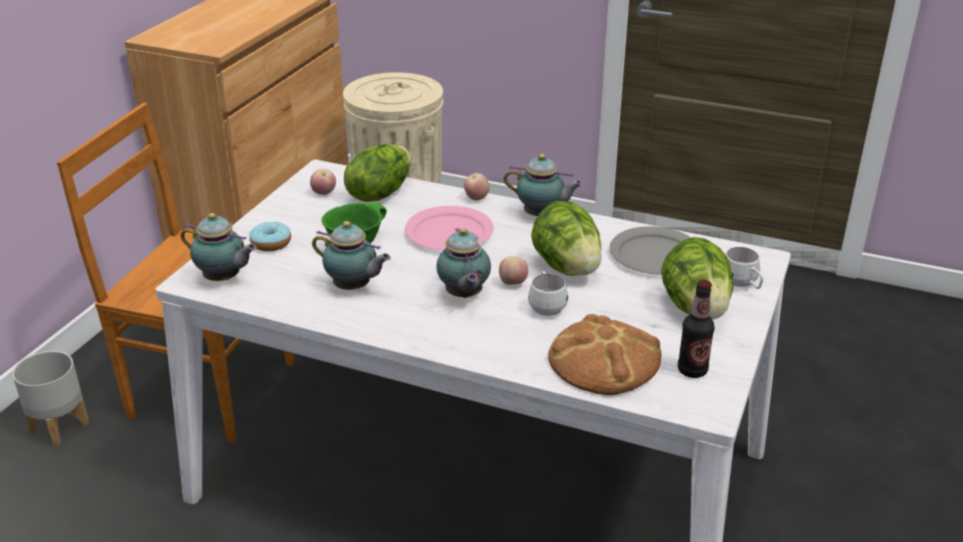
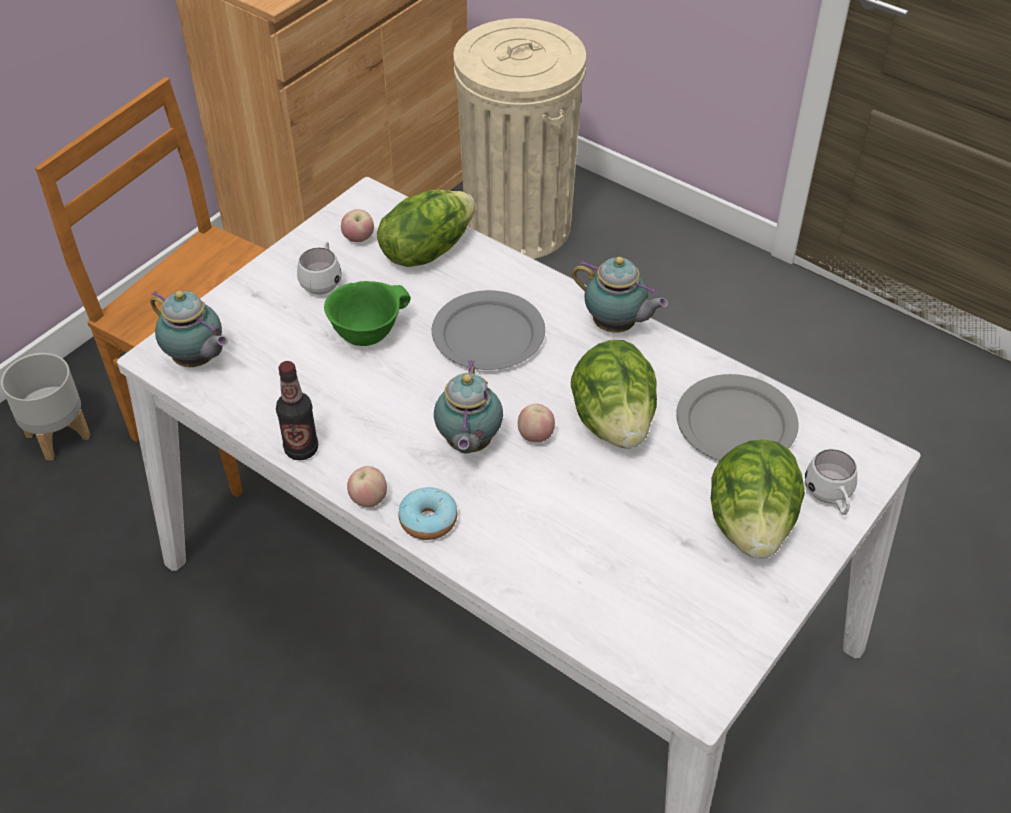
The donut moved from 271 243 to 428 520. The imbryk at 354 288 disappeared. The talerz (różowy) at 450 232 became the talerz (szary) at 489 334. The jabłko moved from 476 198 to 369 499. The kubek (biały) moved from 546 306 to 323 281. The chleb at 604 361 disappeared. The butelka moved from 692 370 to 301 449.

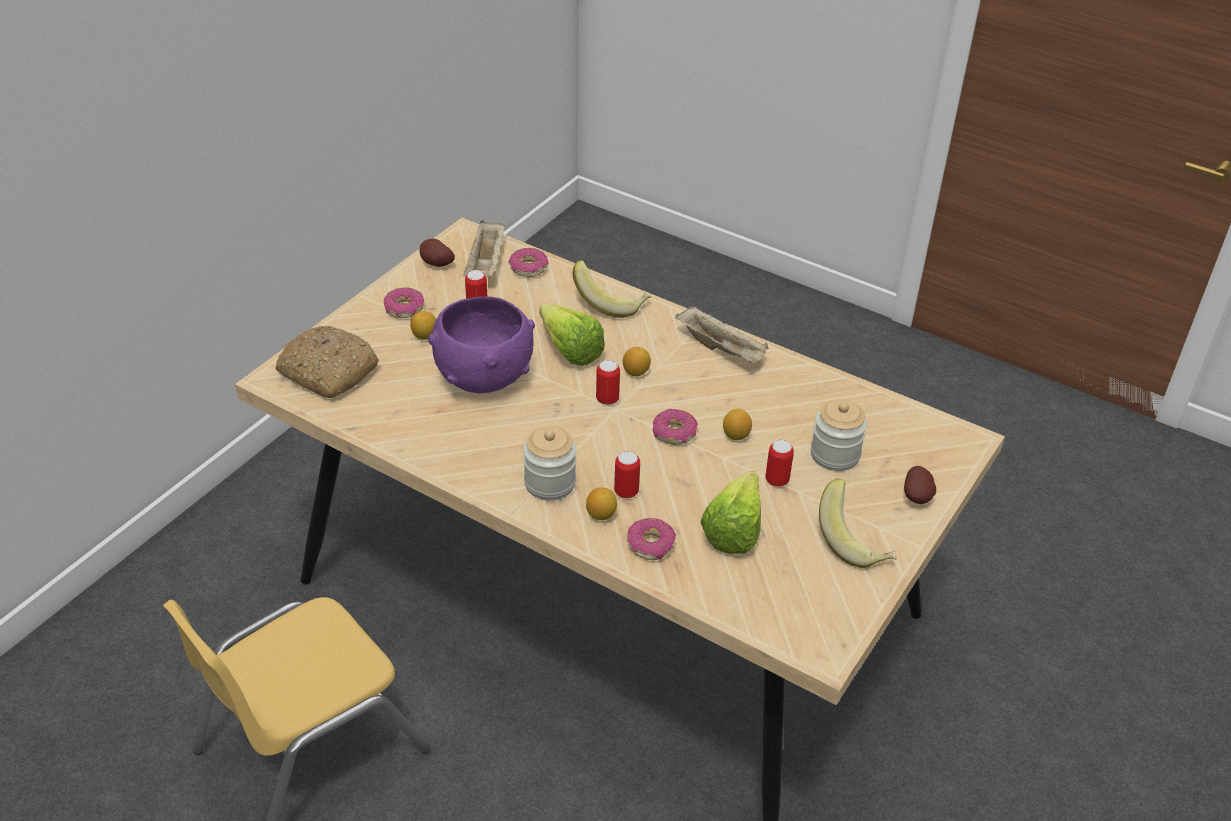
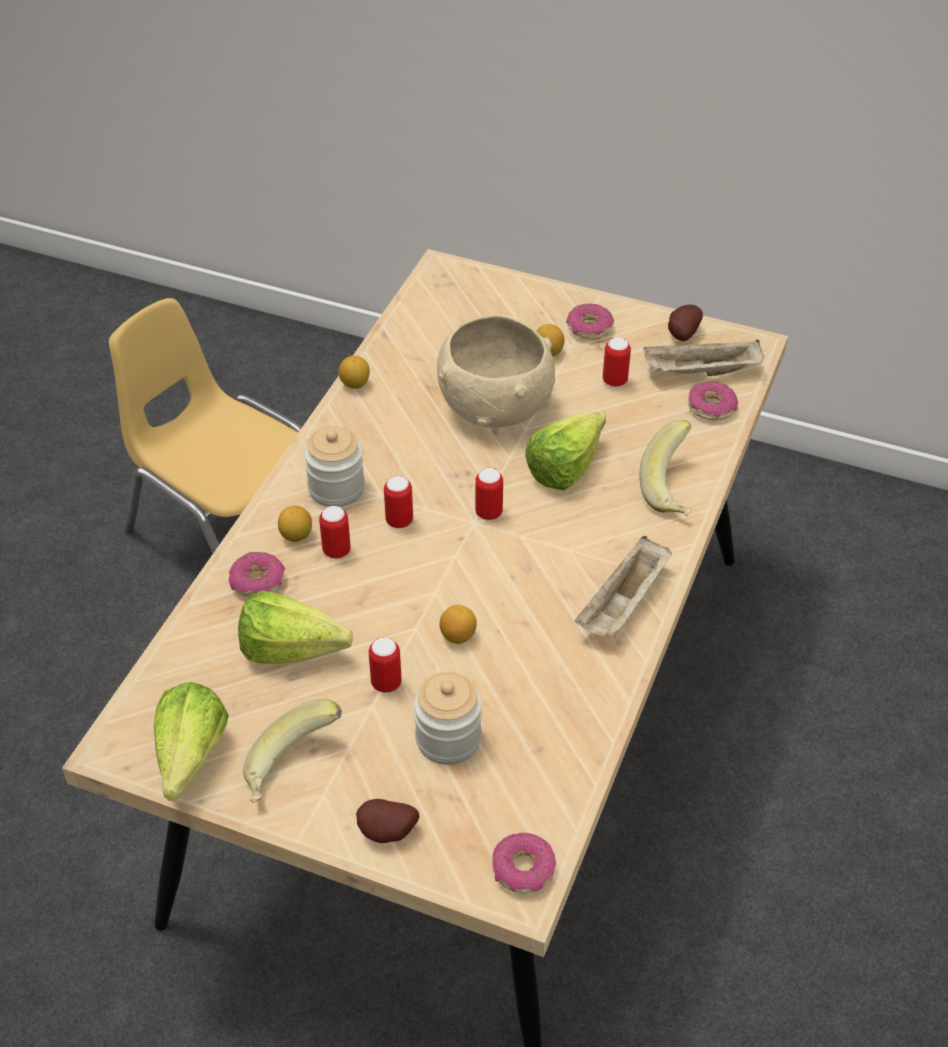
The chleb at 327 372 disappeared. The miska (fioletowy) at 484 376 became the miska (beżowy) at 495 409. The cytryna moved from 636 372 to 355 384. The donut moved from 674 433 to 523 869. The sałata at 186 766 appeared. The puszka at 399 521 appeared.

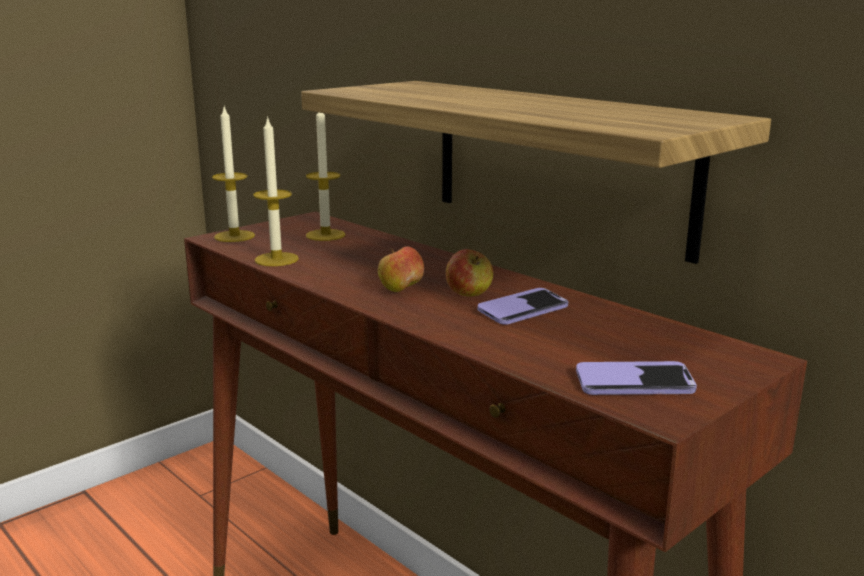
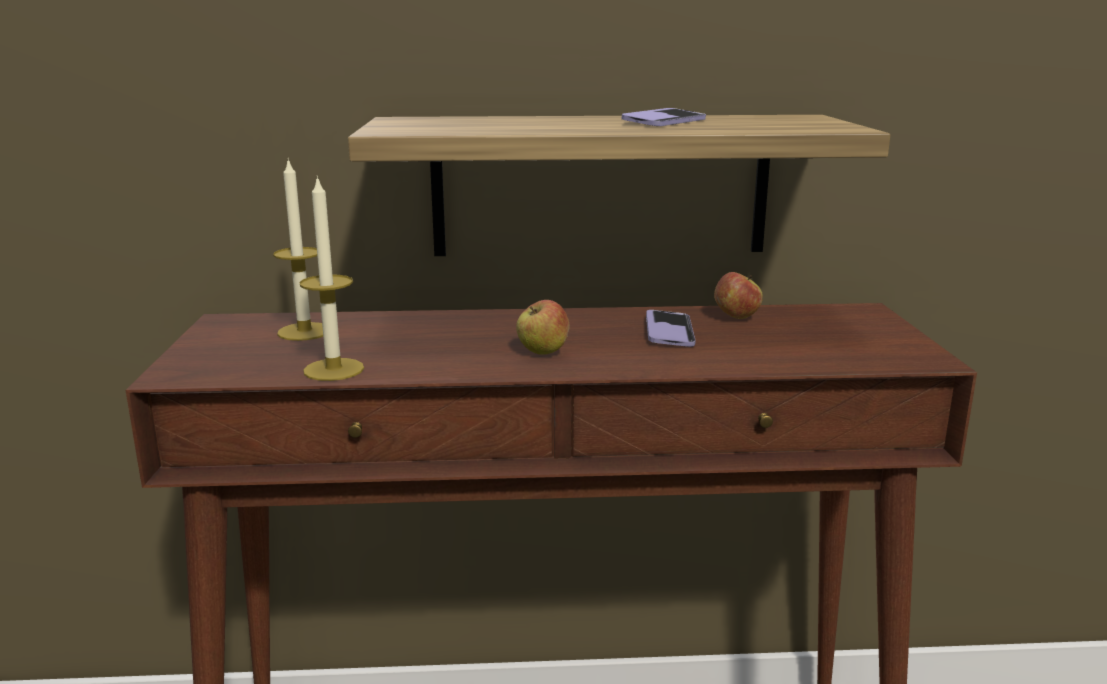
The świeca at 234 236 disappeared. The jabłko moved from 469 295 to 736 317. The telefon moved from 634 382 to 664 121.

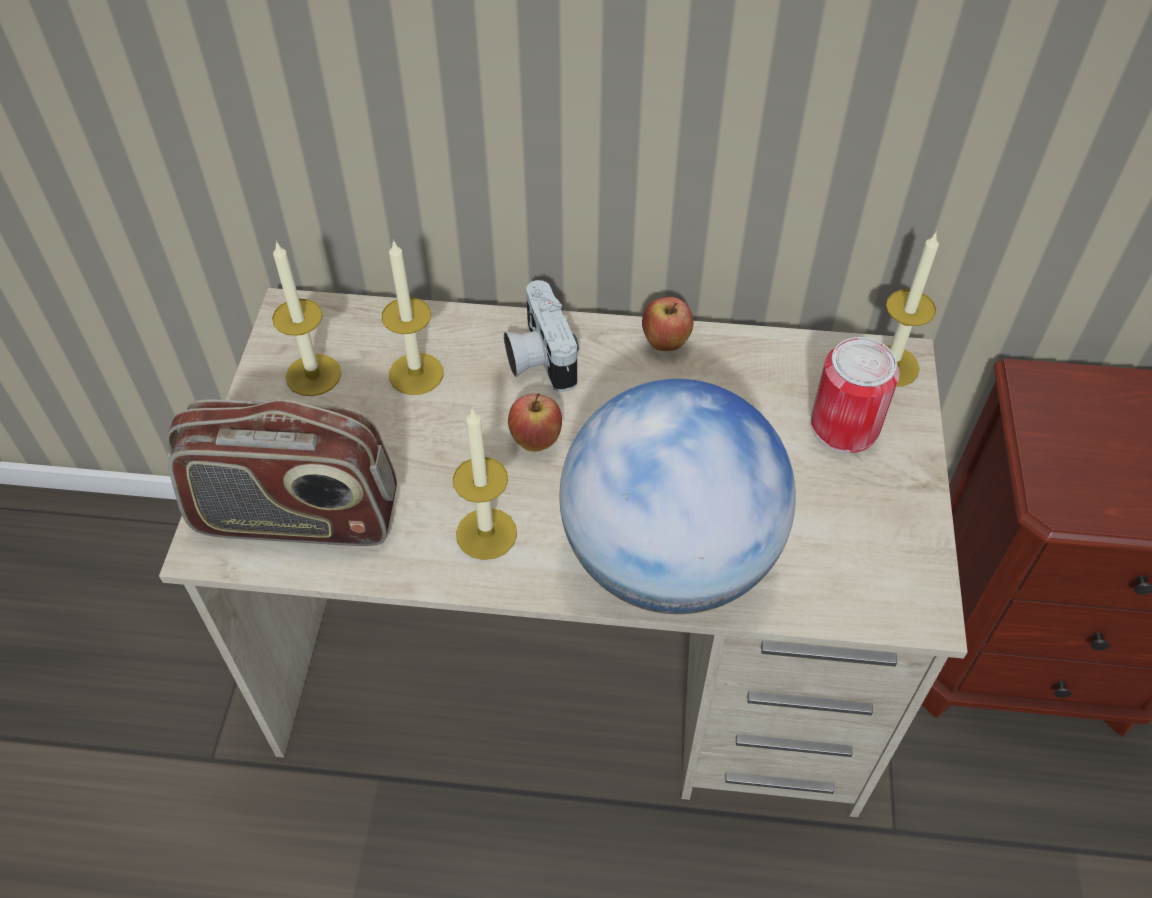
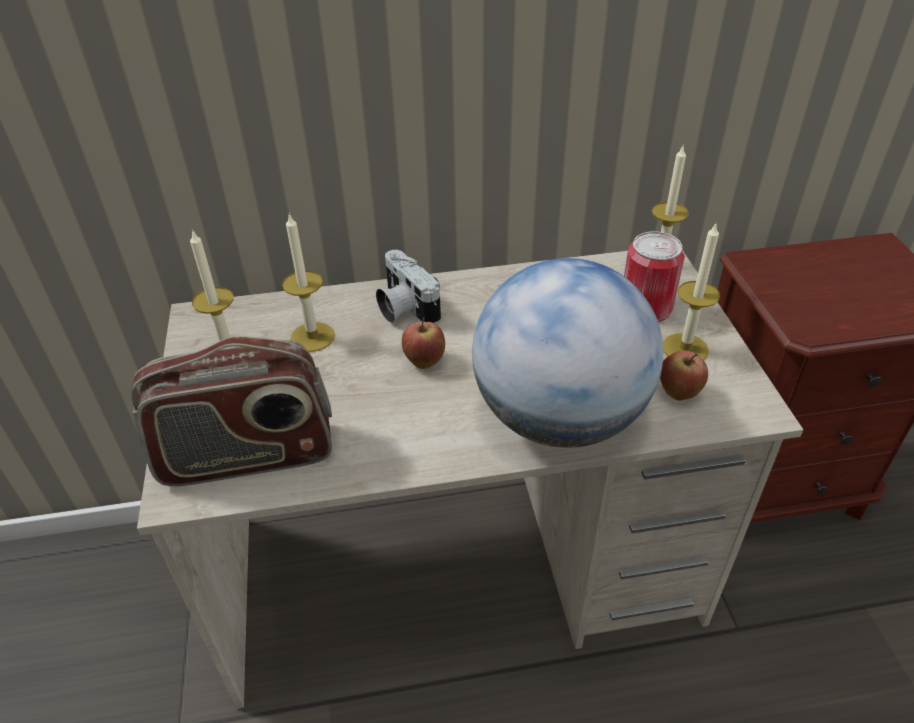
The świeca moved from 486 533 to 685 348. The jabłko moved from 665 343 to 678 393.

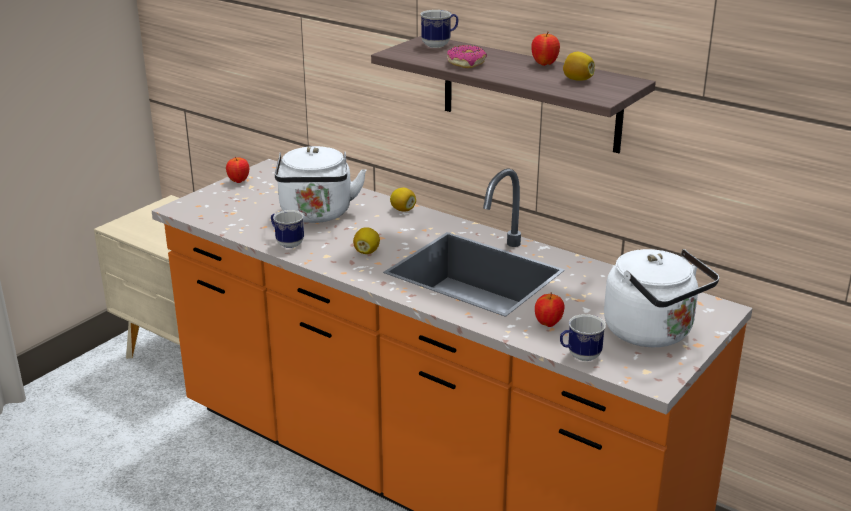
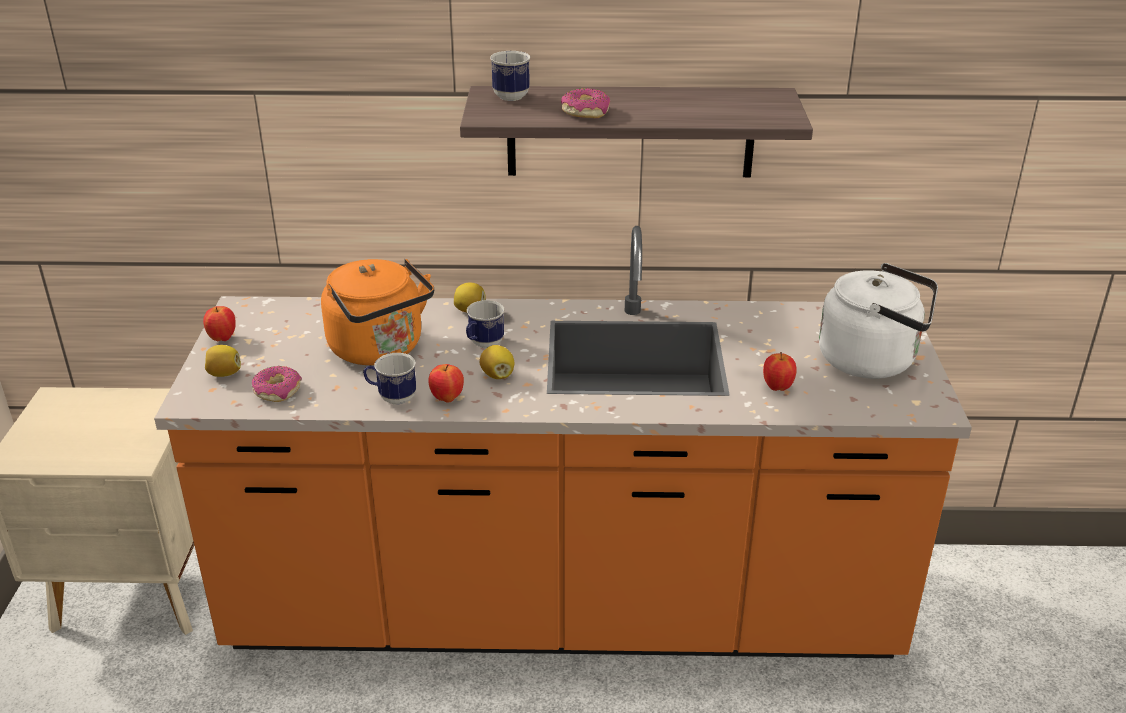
The czajnik (biały) at 316 215 became the czajnik (pomarańczowy) at 380 350. The jabłko moved from 544 64 to 447 398. The kubek moved from 579 356 to 483 345. The cytryna moved from 577 80 to 224 374. The donut at 277 390 appeared.

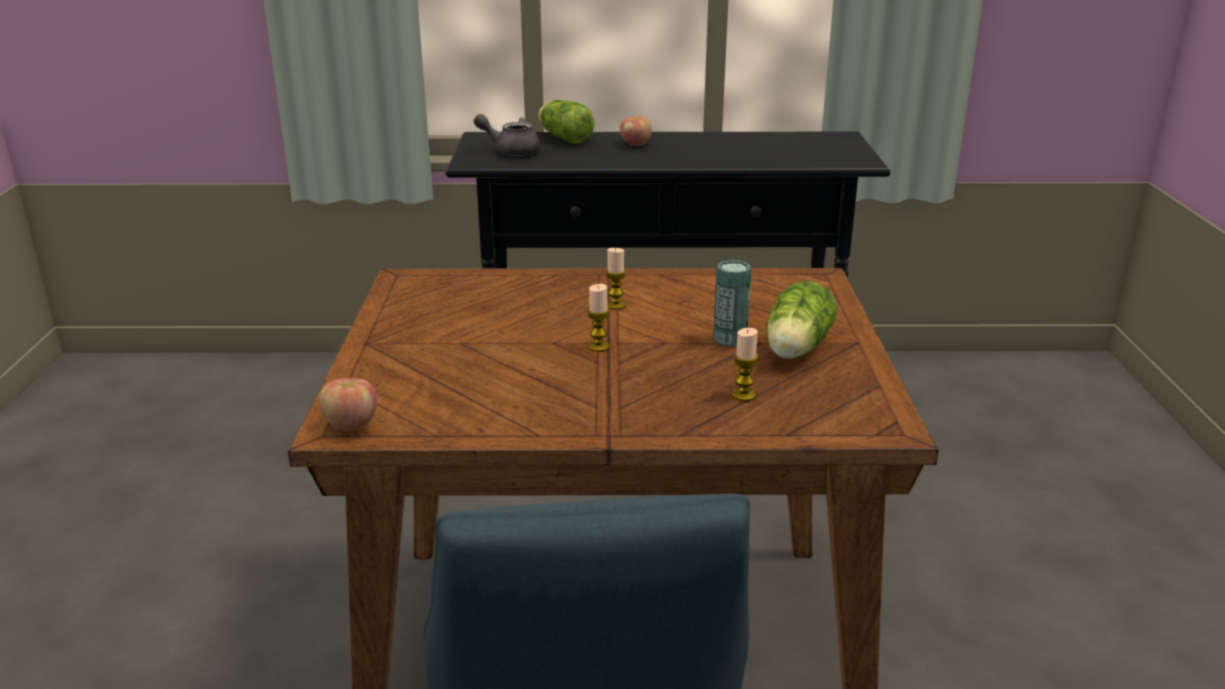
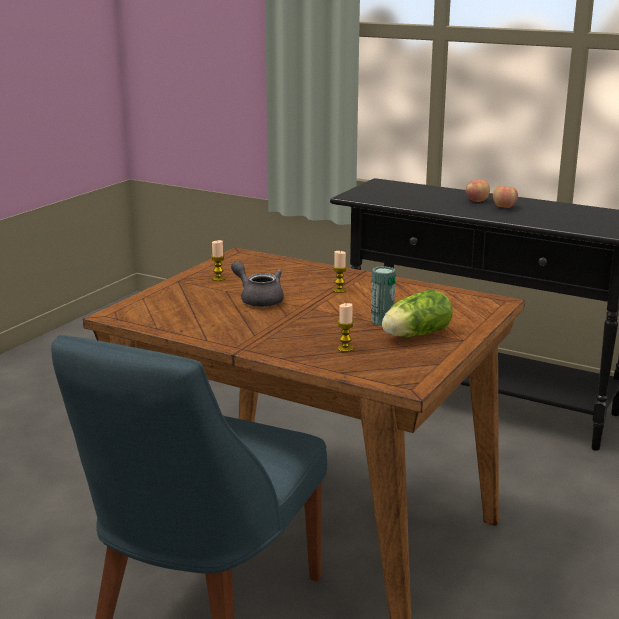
The jabłko moved from 350 425 to 504 207. The imbryk (szary) moved from 511 151 to 258 299. The sałata at 563 138 disappeared. The świeca moved from 598 346 to 218 279.

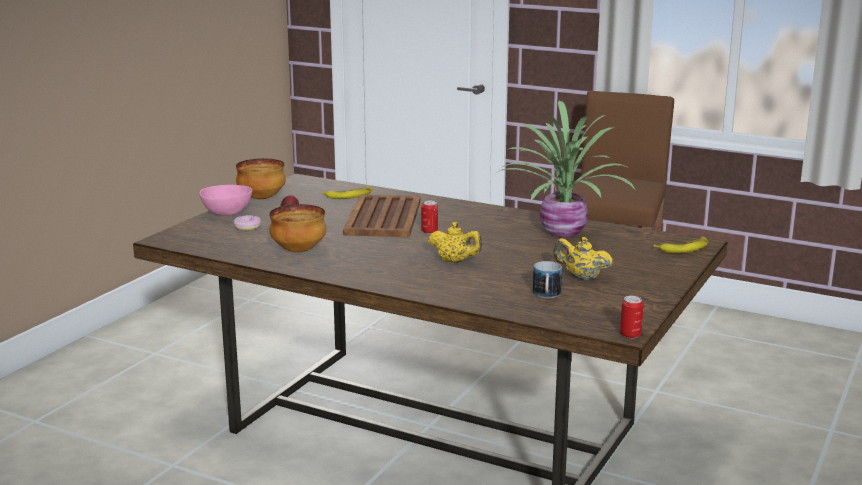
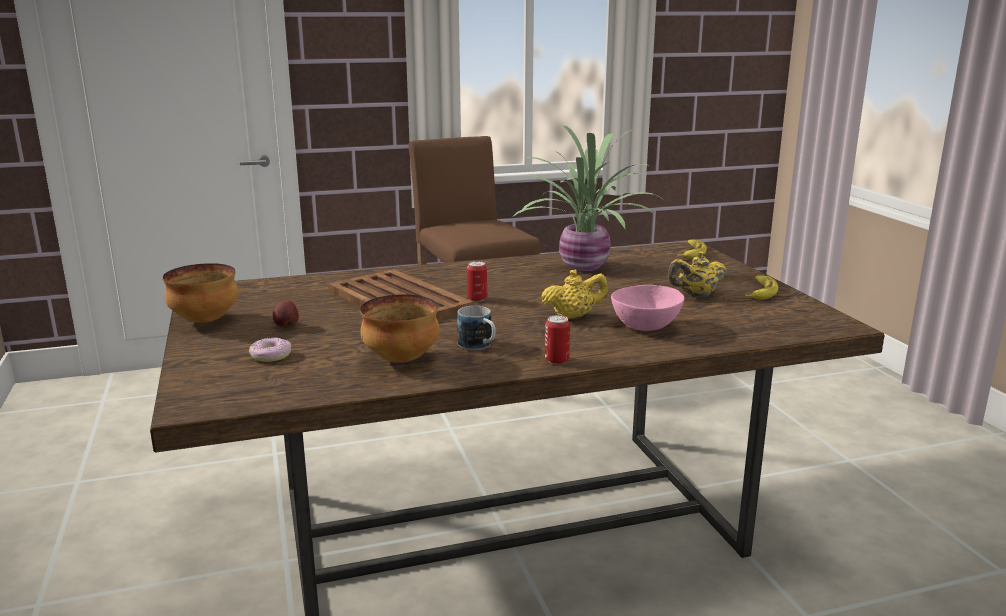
The miska (różowy) moved from 227 214 to 647 327. The banan moved from 349 195 to 760 292. The kubek moved from 546 296 to 479 346. The puszka moved from 630 335 to 556 360.

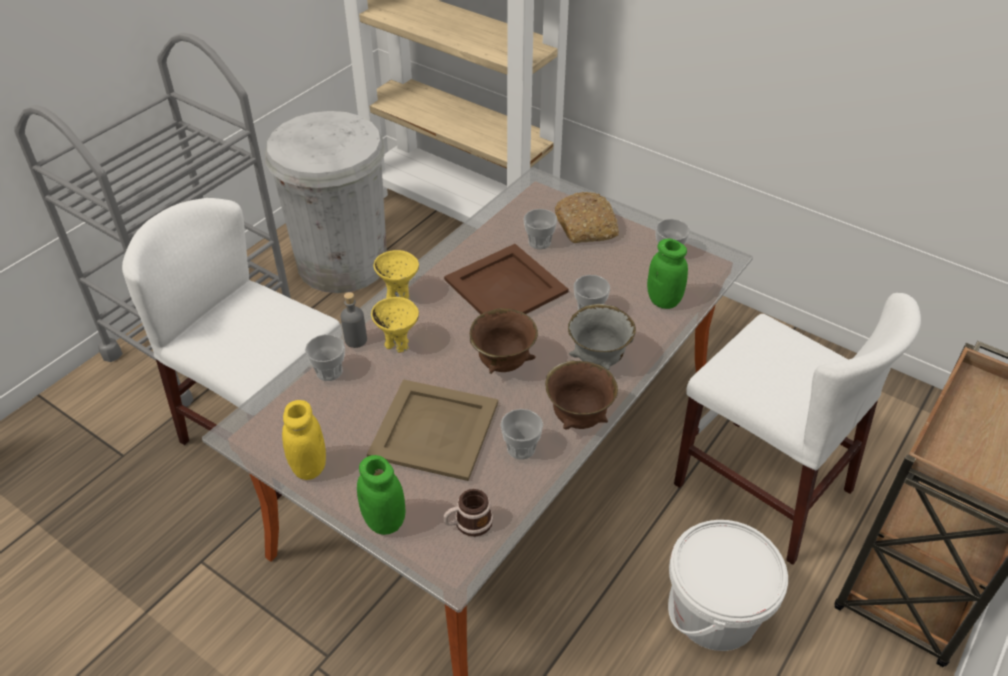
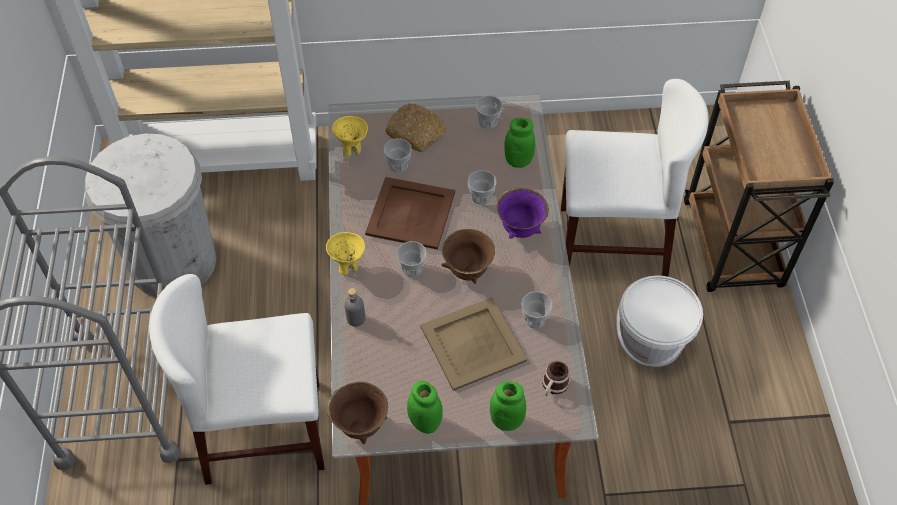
The słoik (żółty) at 309 467 became the słoik (zielony) at 425 422. The filiżanka moved from 329 371 to 412 268. The miska (żółty) moved from 397 344 to 352 150. The miska (brązowy) moved from 578 418 to 360 425. The miska (szary) at 598 360 became the miska (fioletowy) at 520 229.

